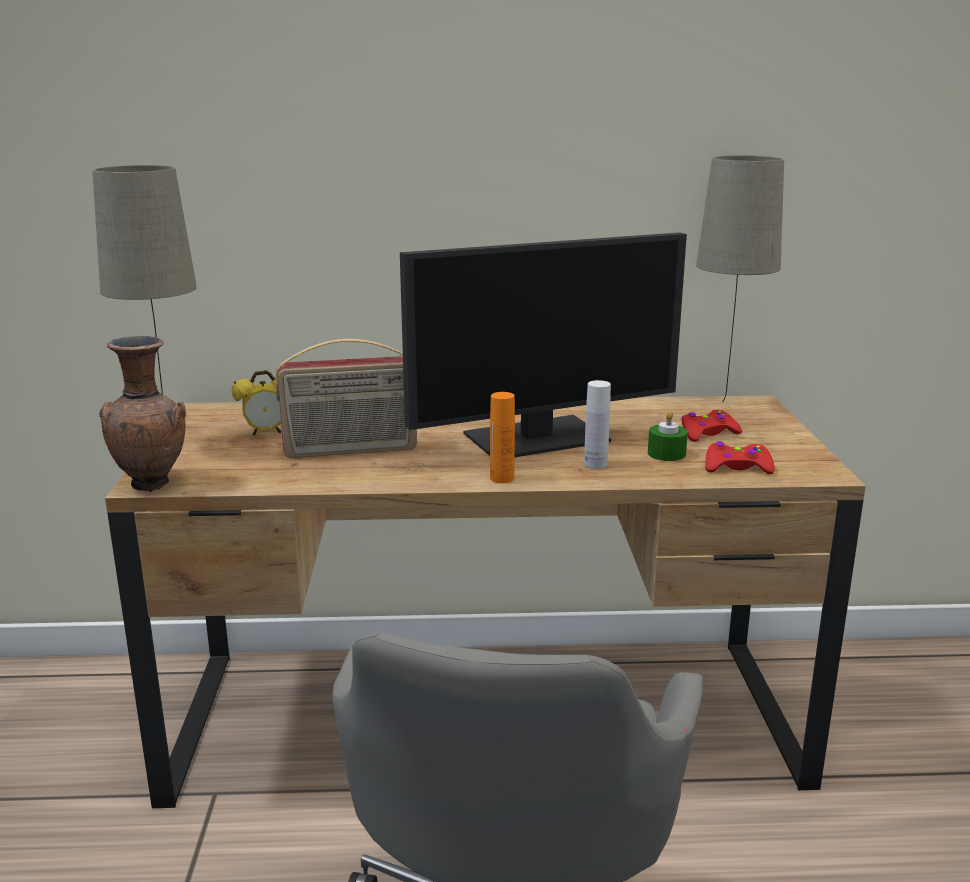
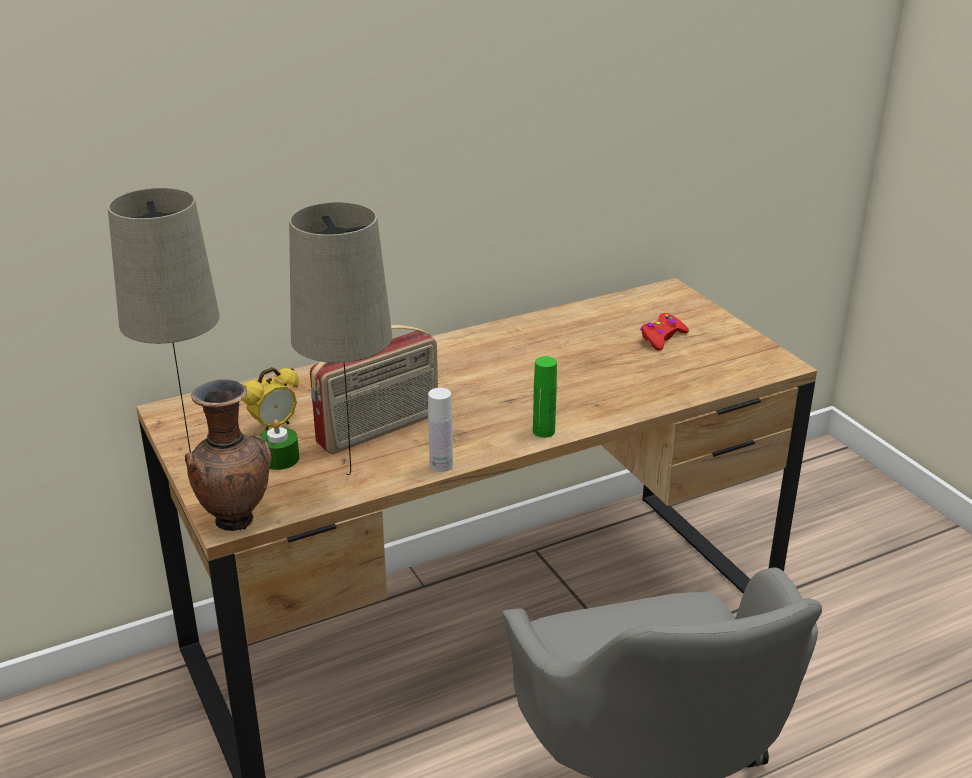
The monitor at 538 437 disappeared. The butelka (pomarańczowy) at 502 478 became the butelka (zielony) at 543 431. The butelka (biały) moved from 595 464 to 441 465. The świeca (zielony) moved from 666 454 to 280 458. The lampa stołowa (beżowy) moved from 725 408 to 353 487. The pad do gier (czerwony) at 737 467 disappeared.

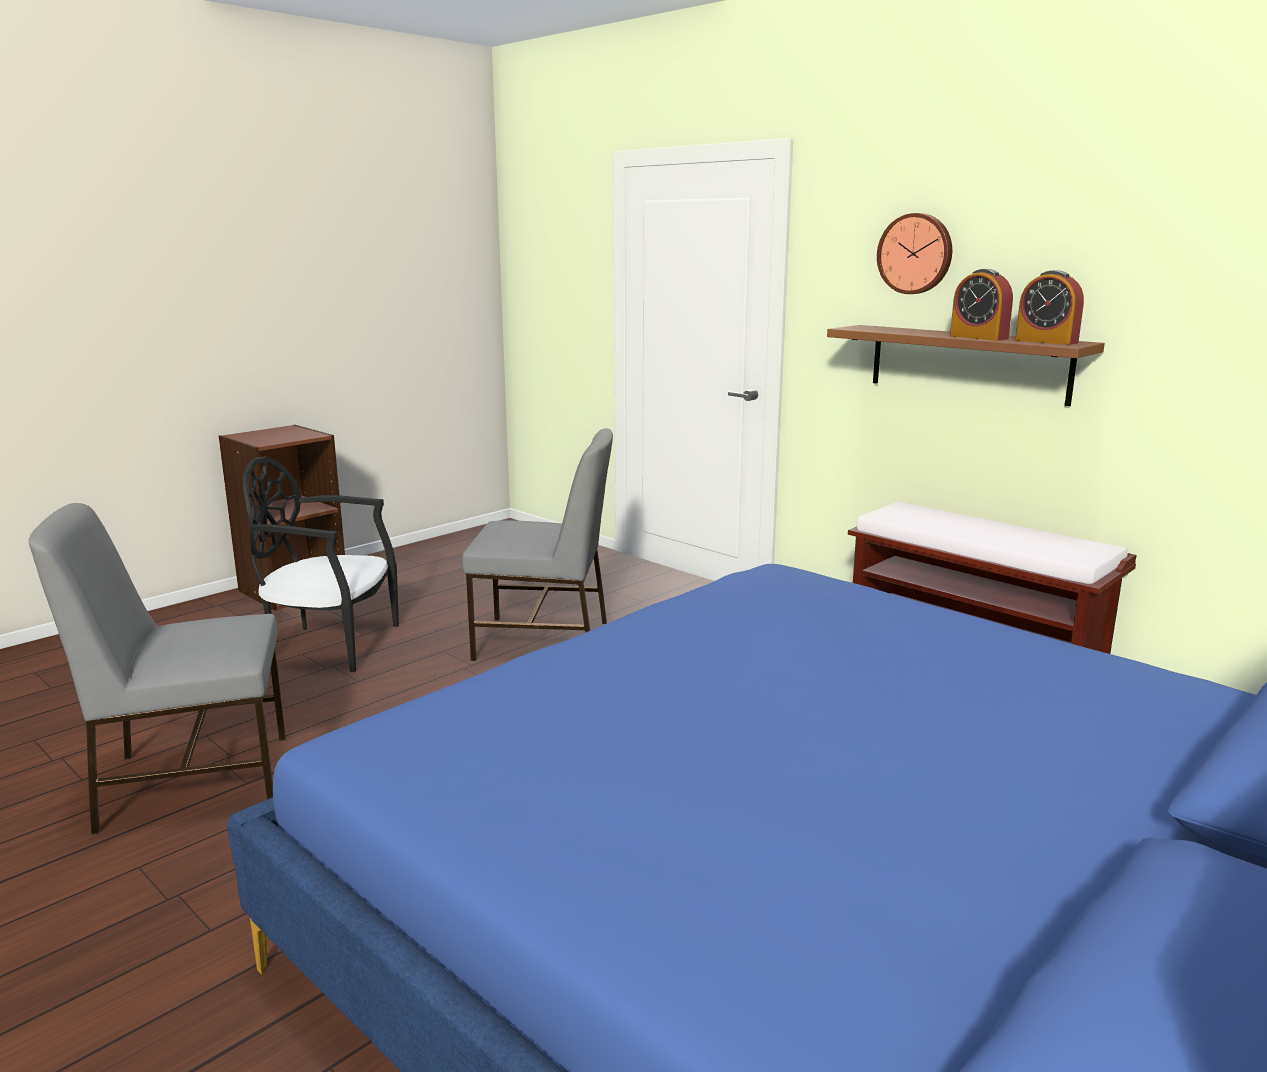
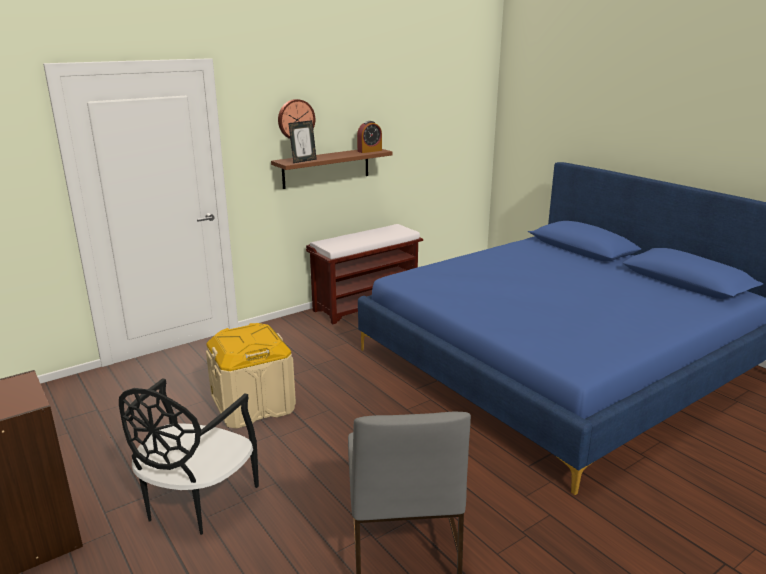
The krzesło (szary) at 544 641 was replaced by the pojemnik do przechowywania (beżowy) at 253 405. The budzik at 978 337 disappeared. The ramka na zdjęcie at 303 161 appeared.

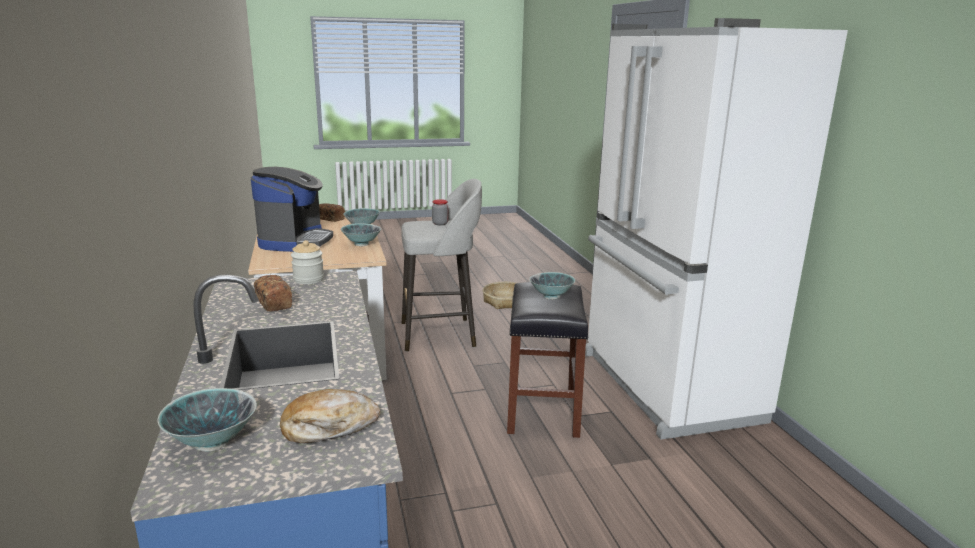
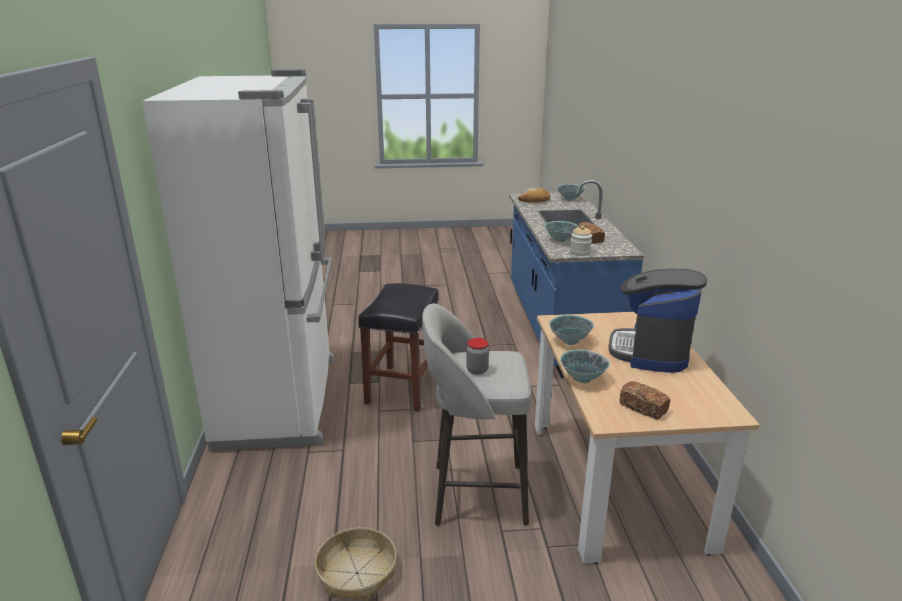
The miska moved from 551 297 to 560 240.

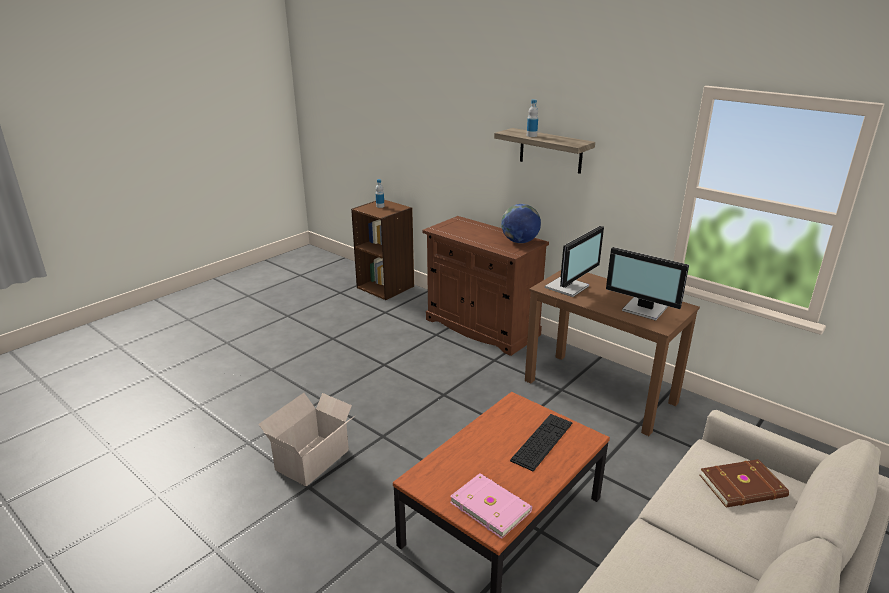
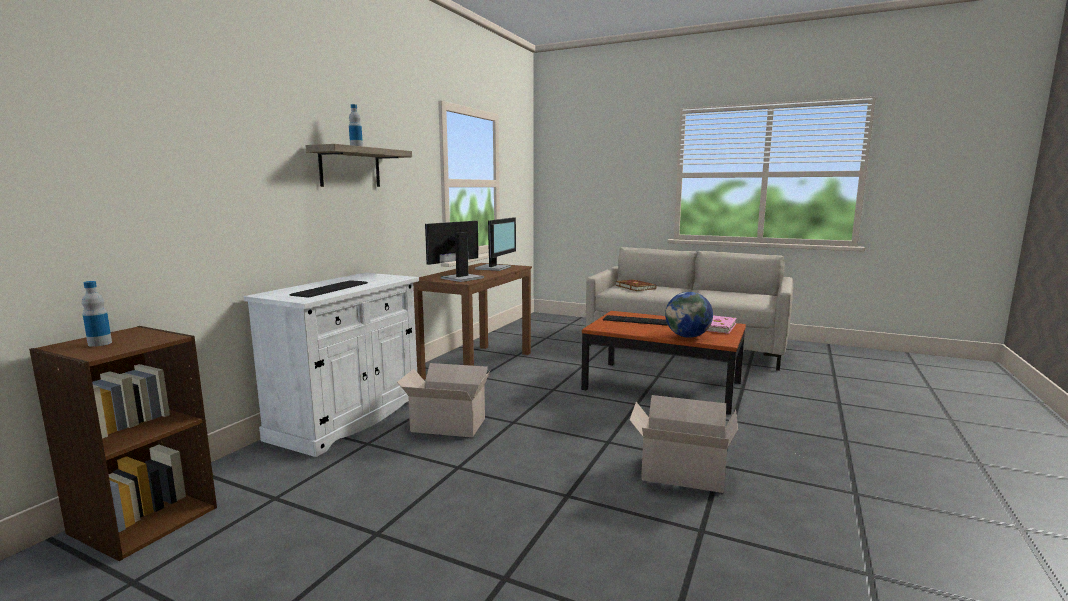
The szafka (brązowy) at 481 327 became the szafka (biały) at 348 418. The globus moved from 519 241 to 687 336. The monitor at 569 287 turned 75 degrees counterclockwise. The klawiatura at 330 289 appeared. The karton at 446 425 appeared.

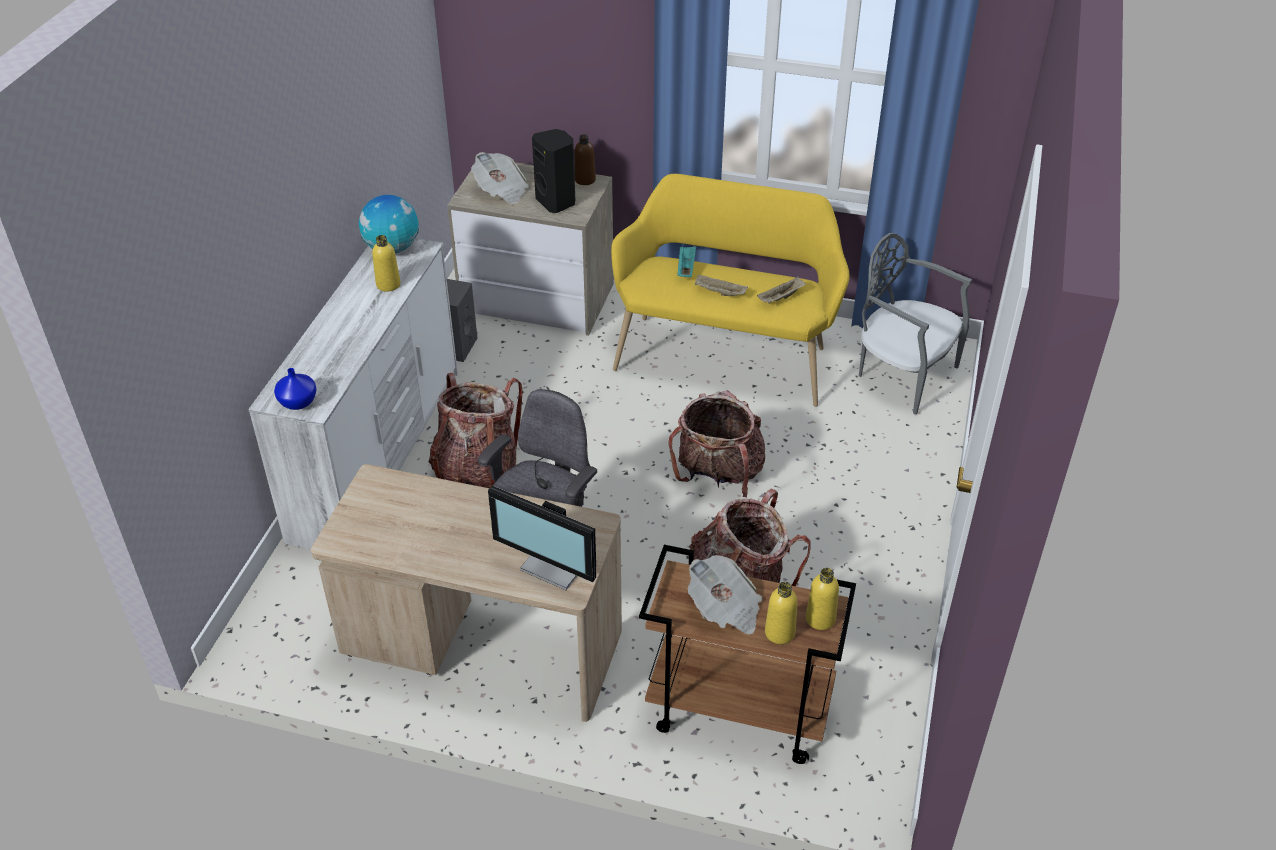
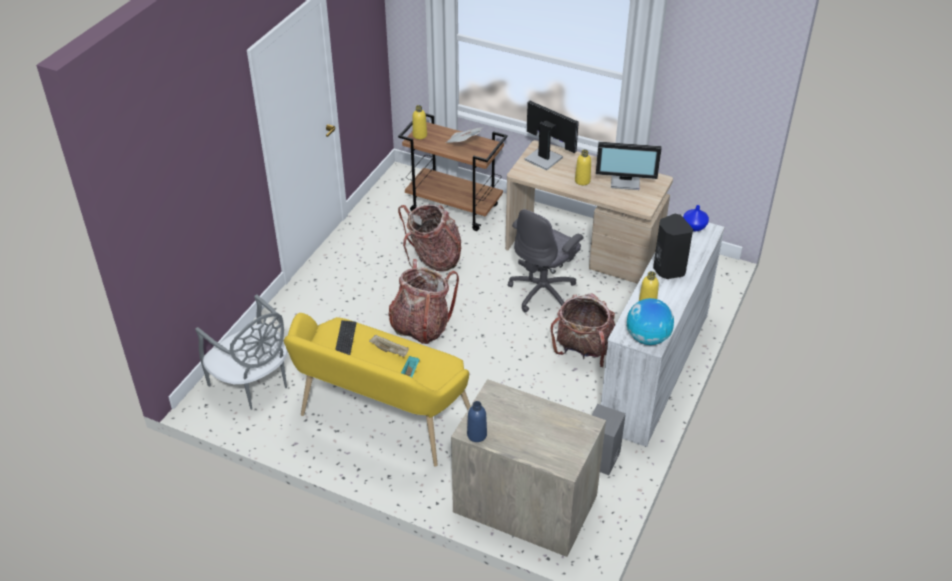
The gazeta at 501 191 disappeared. The głośnik (czarny) moved from 557 202 to 667 269. The butelka (brązowy) at 585 180 became the butelka (niebieski) at 477 435. The taca (beżowy) at 780 298 was replaced by the klawiatura at 345 340. The butelka (żółty) moved from 779 633 to 582 181. The monitor at 625 181 appeared.

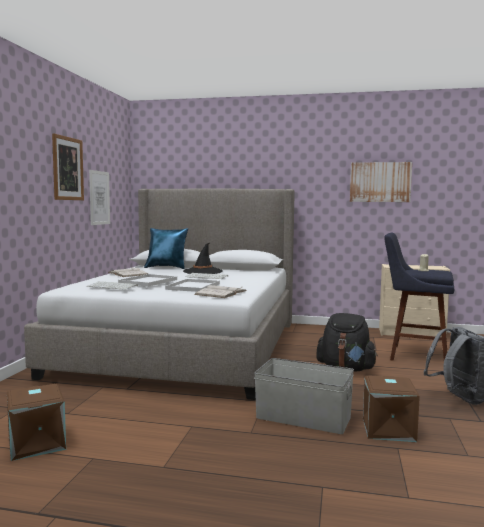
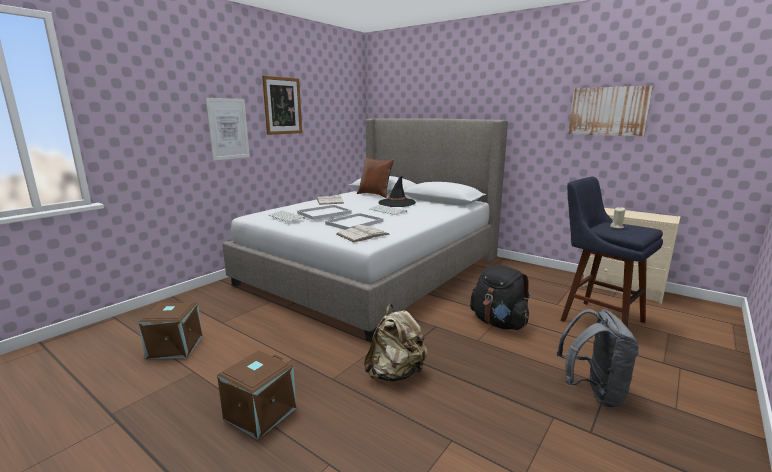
The obraz moved from 99 198 to 228 129. The poduszka (niebieski) at 167 267 became the poduszka (brązowy) at 375 195. The pojemnik do przechowywania (szary) at 303 417 was replaced by the plecak (beżowy) at 396 373. The pojemnik do przechowywania (brązowy) moved from 387 429 to 259 412.

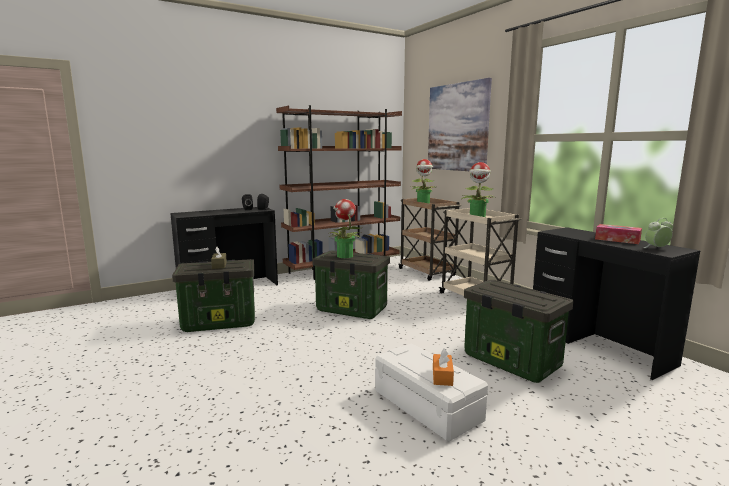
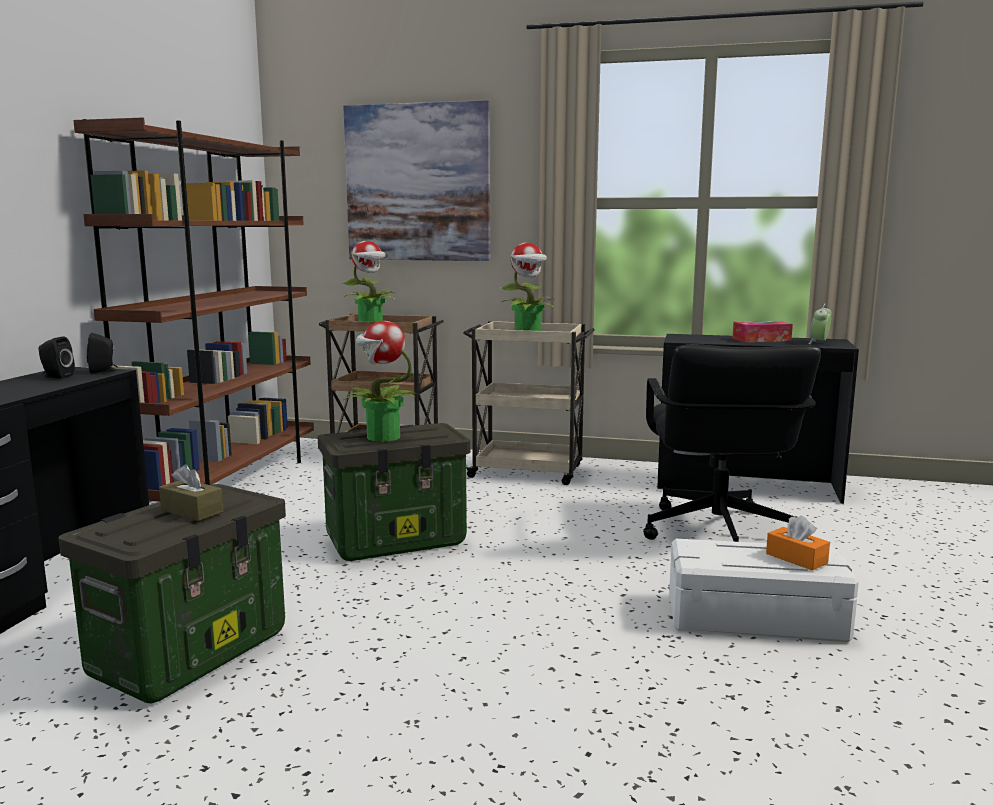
The pojemnik do przechowywania at 509 361 was replaced by the krzesło biurowe (czarny) at 717 533.

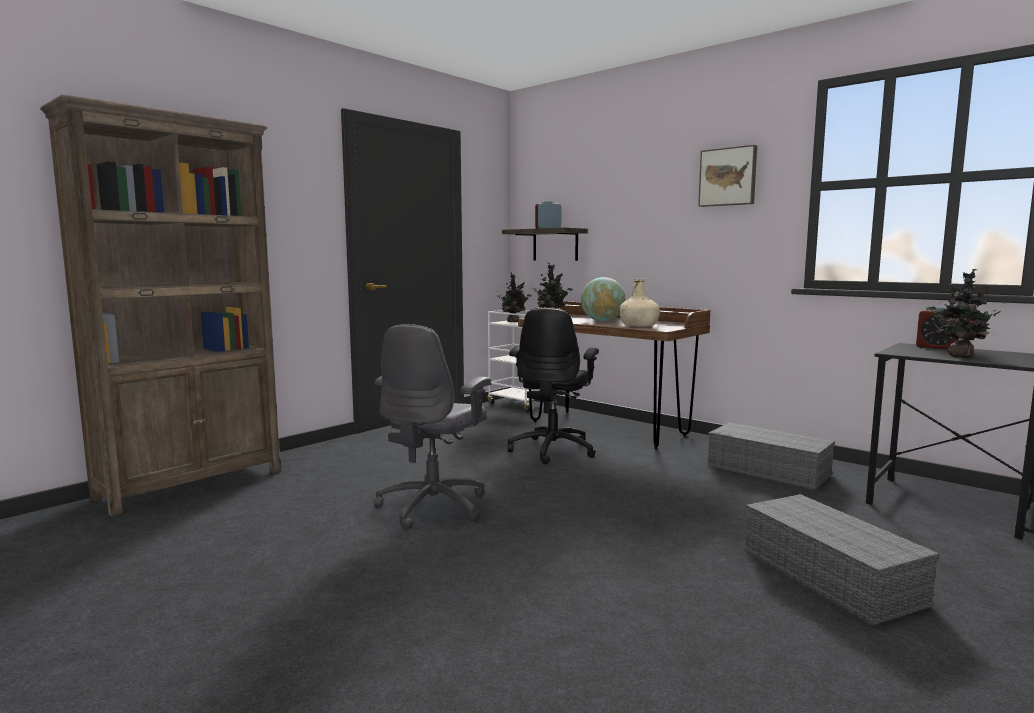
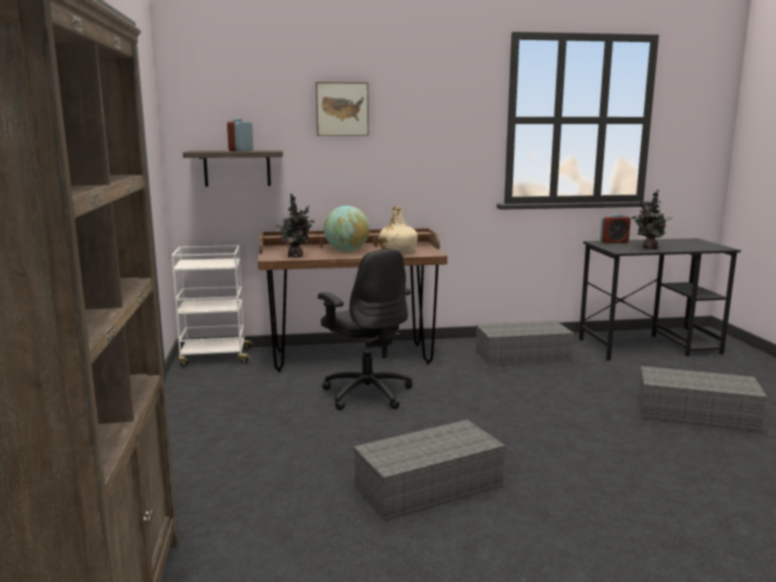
The krzesło biurowe (szary) at 434 507 was replaced by the pojemnik do przechowywania (szary) at 427 488. The roślina doniczkowa at 514 322 disappeared. The obraz moved from 728 177 to 342 109.

